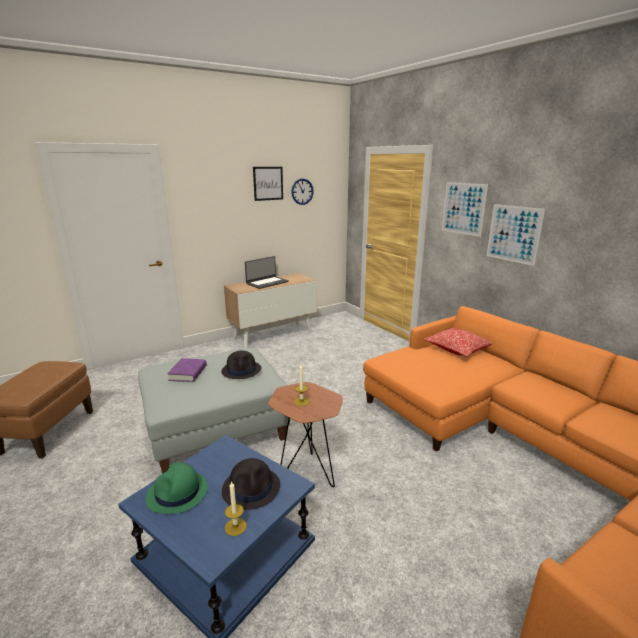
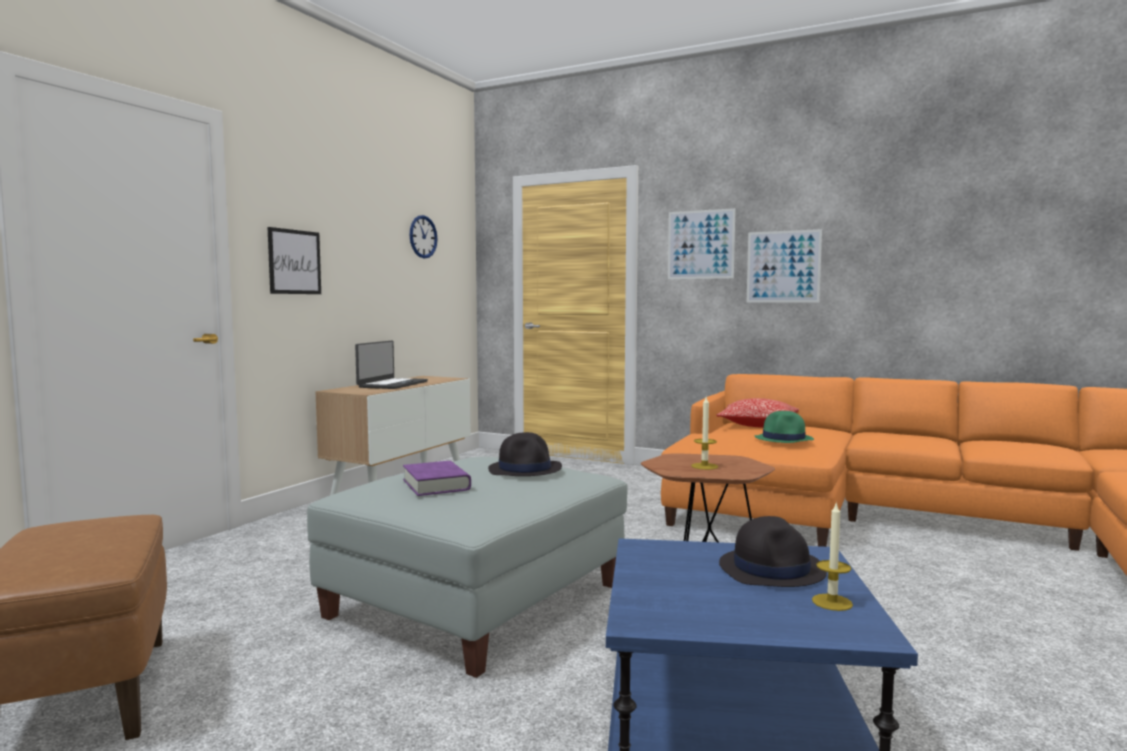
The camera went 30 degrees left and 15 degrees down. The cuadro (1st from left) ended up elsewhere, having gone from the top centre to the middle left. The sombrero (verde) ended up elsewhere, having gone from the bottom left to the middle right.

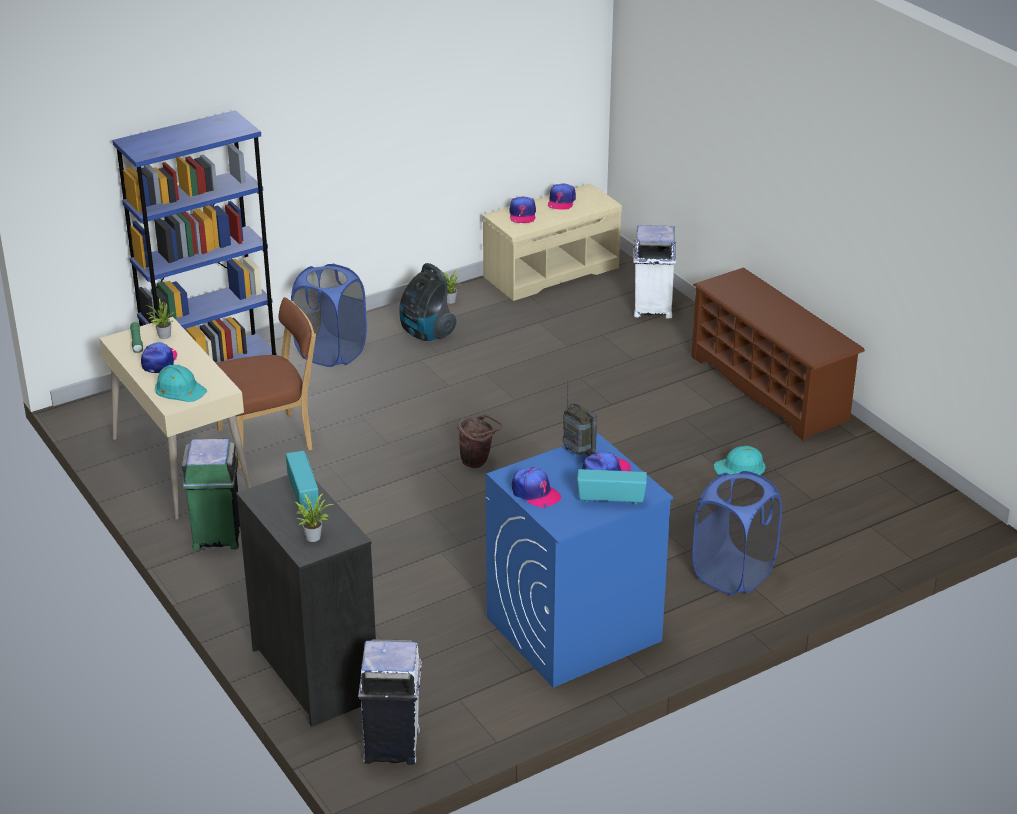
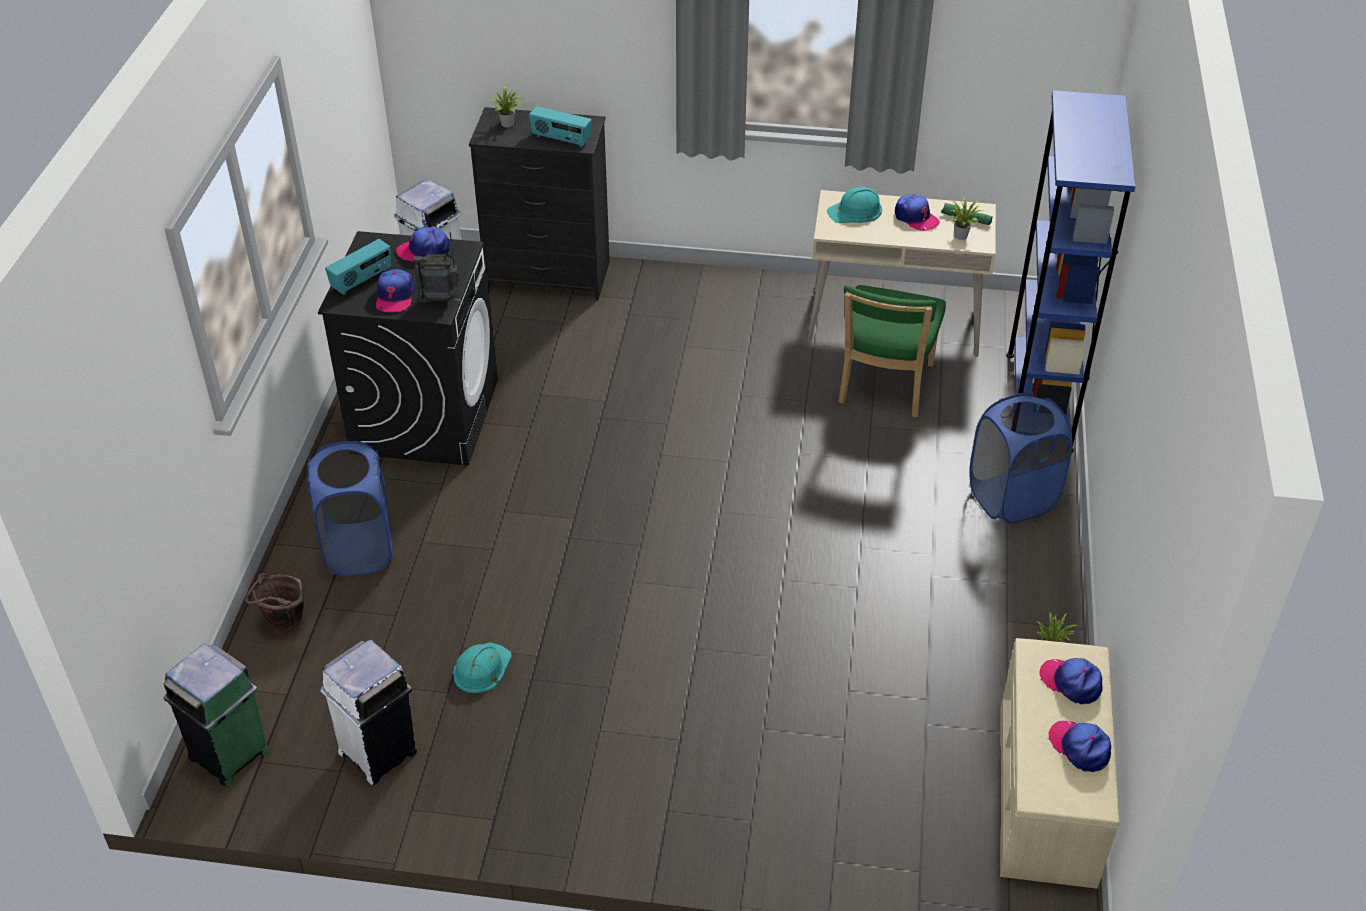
The camera went 130 degrees right and 10 degrees up. The papelera (verde) ended up elsewhere, having gone from the middle left to the bottom left. The cubo (marrón) ended up elsewhere, having gone from the centre to the middle left. What was the lavadora (azul) at the bottom centre turned into the lavadora (negro) at the middle left. The papelera (blanco) (2nd from left in the first image) ended up elsewhere, having gone from the top centre to the bottom left. What was the silla (marrón) at the middle left turned into the silla (verde) at the centre. The second view lost the aspiradora at the centre. The second view lost the zapatero (marrón) at the middle right.

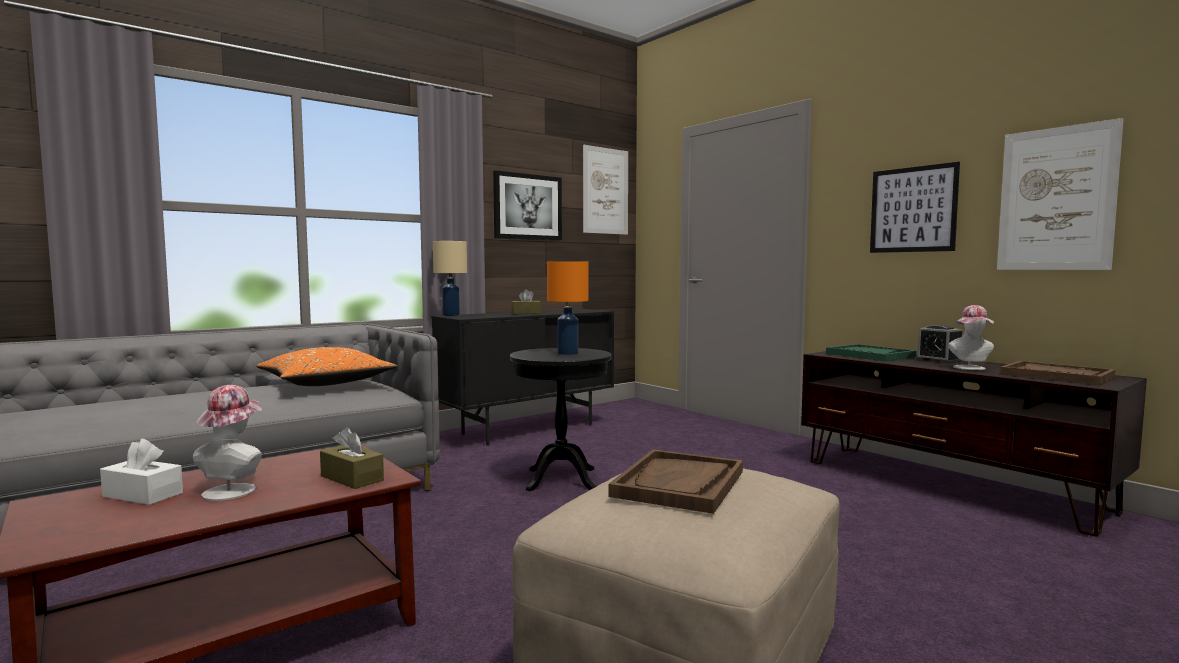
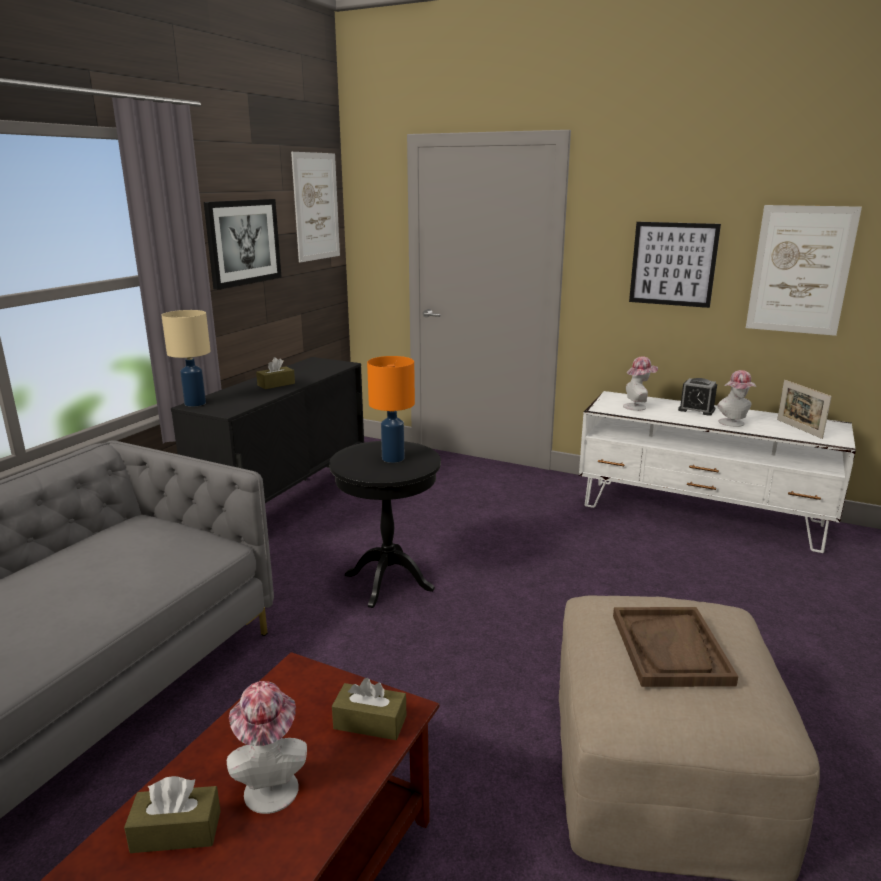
The camera went 25 degrees left and 15 degrees up. What was the caja de pañuelos (blanco) at the bottom left turned into the caja de pañuelos (marrón) (1st from left) at the bottom left. What was the mueble de televisión (marrón) at the bottom right turned into the mueble de televisión (blanco) at the middle right. Where the bandeja (verde) stood at the middle right, the sombrero (2nd from left) came to stand at the middle right. Where the bandeja (marrón) (2nd from left) stood at the middle right, the portarretratos came to stand at the middle right. The second view lost the cojín (naranja) at the middle left.

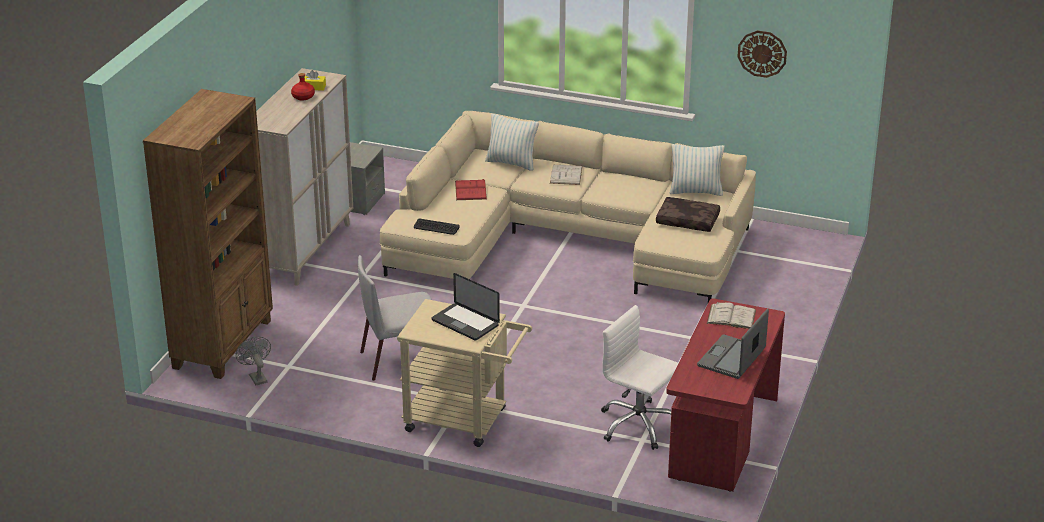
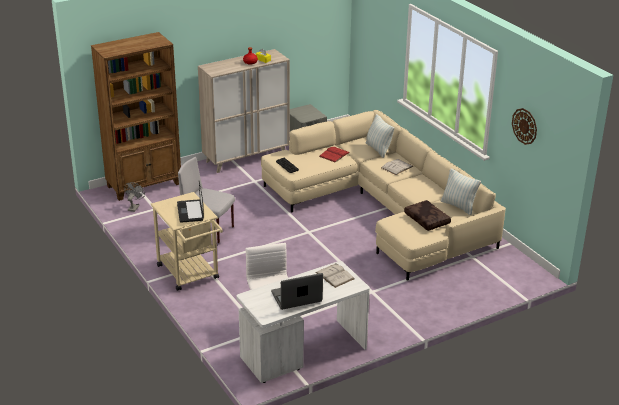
The camera went 40 degrees right and 0 degrees up. What was the escritorio (rojo) at the bottom right turned into the escritorio (blanco) at the bottom centre.

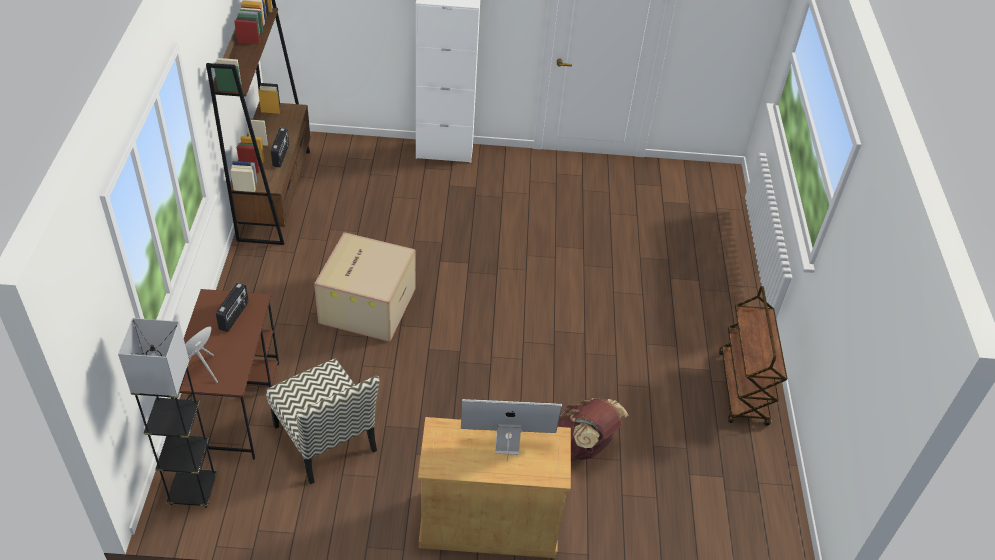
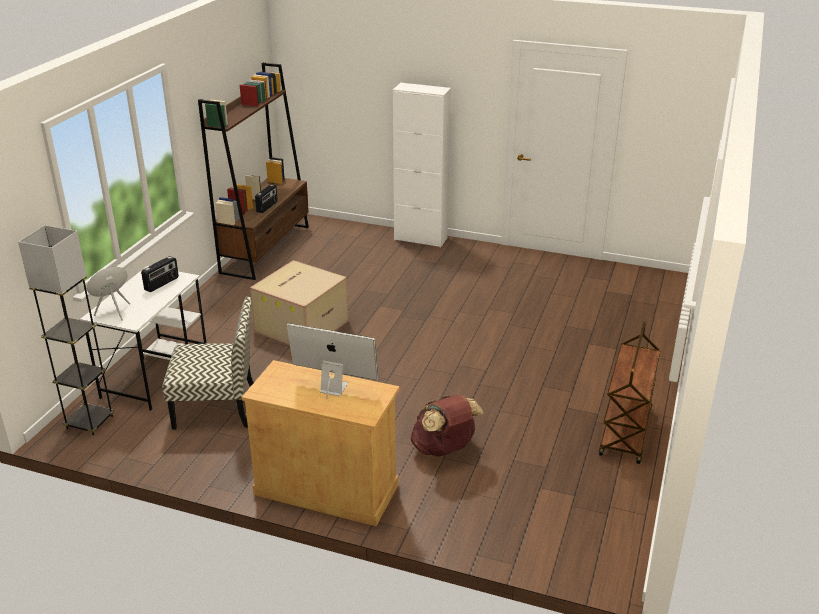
The camera went 20 degrees right and 15 degrees down. What was the escritorio (marrón) at the bottom left turned into the escritorio (blanco) at the middle left. The silla at the bottom left ended up facing another way, 75 degrees counterclockwise from before.

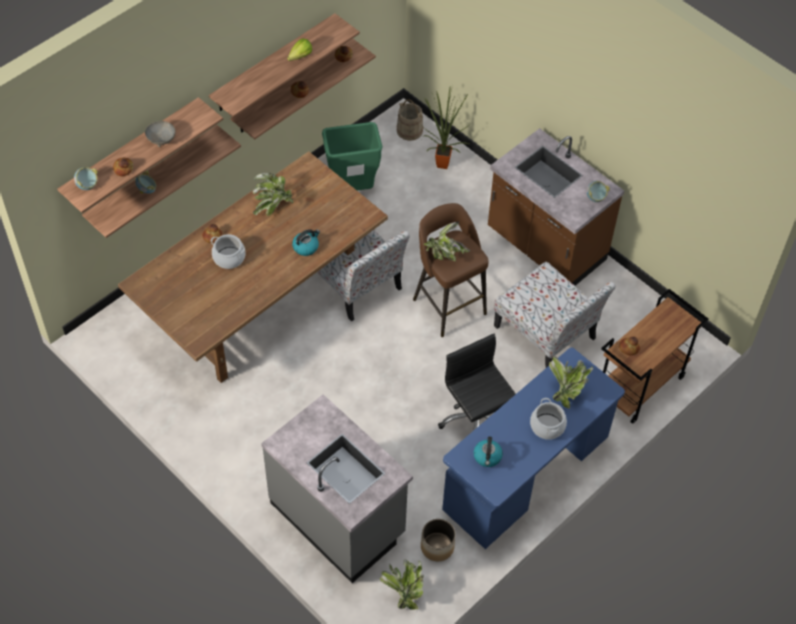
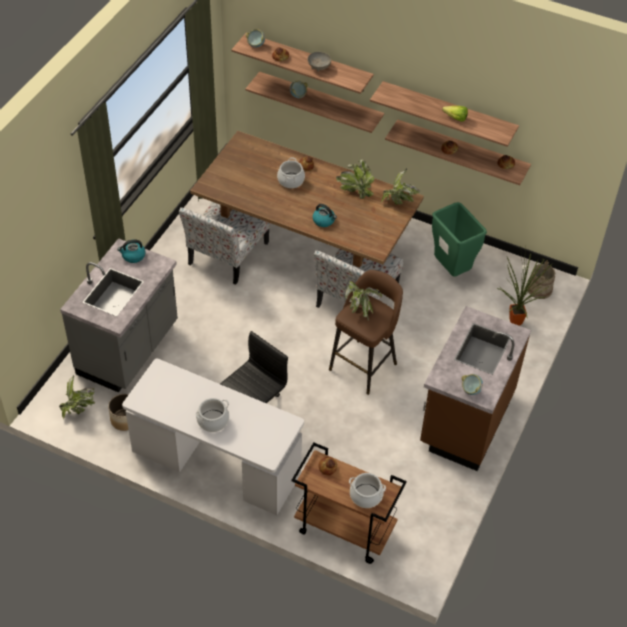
The camera went 70 degrees right and 5 degrees down. The hervidor (2nd from left in the first image) ended up elsewhere, having gone from the bottom centre to the middle left. What was the escritorio (azul) at the bottom right turned into the escritorio (blanco) at the bottom centre. The silla (2nd from left in the first image) ended up elsewhere, having gone from the middle right to the centre. The second view gained the olla (3rd from left) at the bottom centre. The planta en maceta (5th from left in the first image) ended up elsewhere, having gone from the middle right to the top centre.

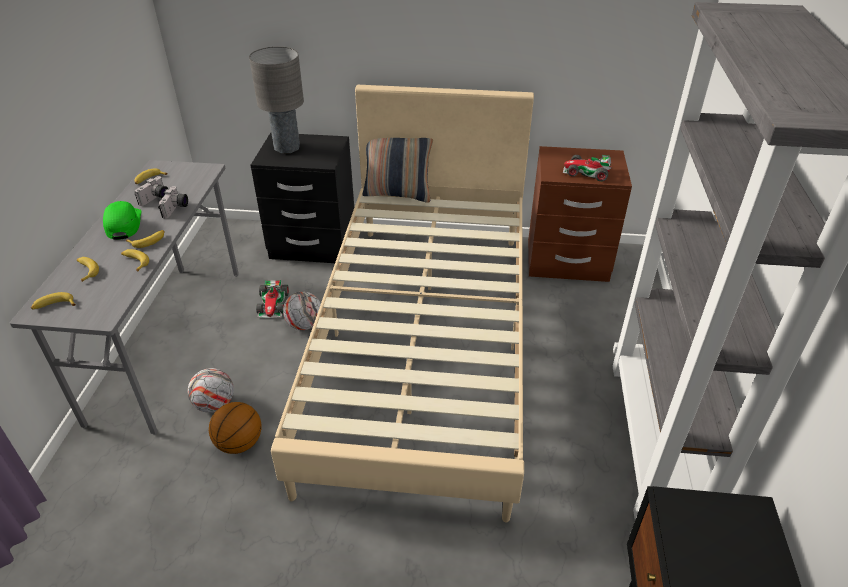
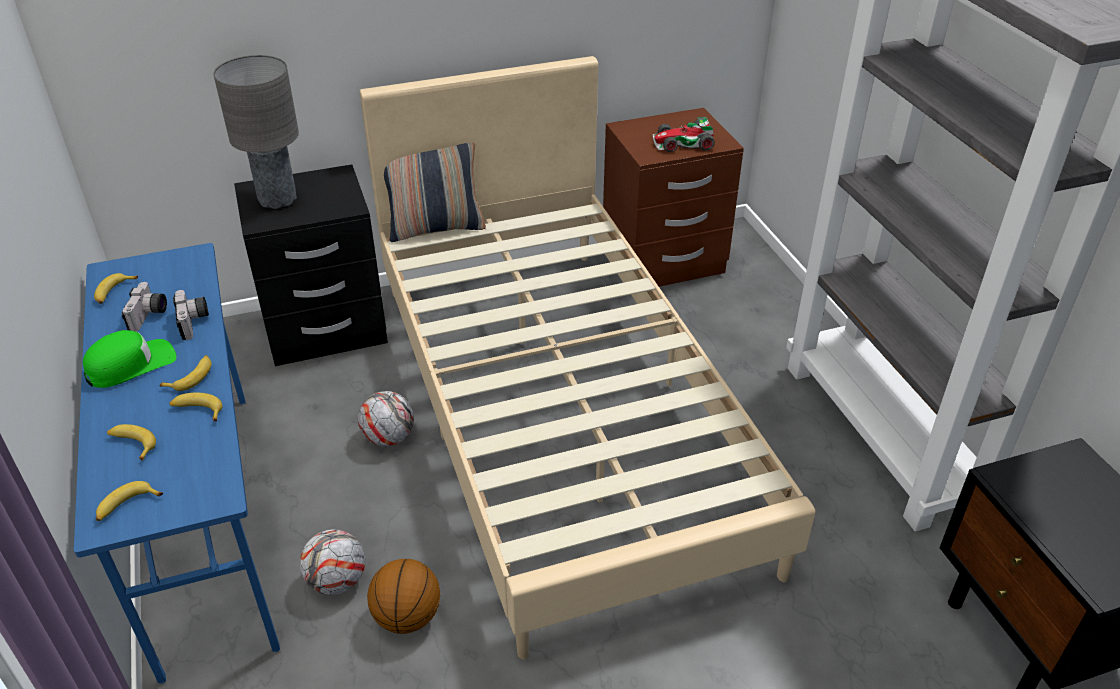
The camera went 25 degrees left and 0 degrees up. What was the escritorio (gris) at the middle left turned into the escritorio (azul) at the bottom left. The gorra (verde) at the middle left ended up facing another way, 90 degrees clockwise from before. The second view lost the coche de juguete (1st from left) at the middle left.

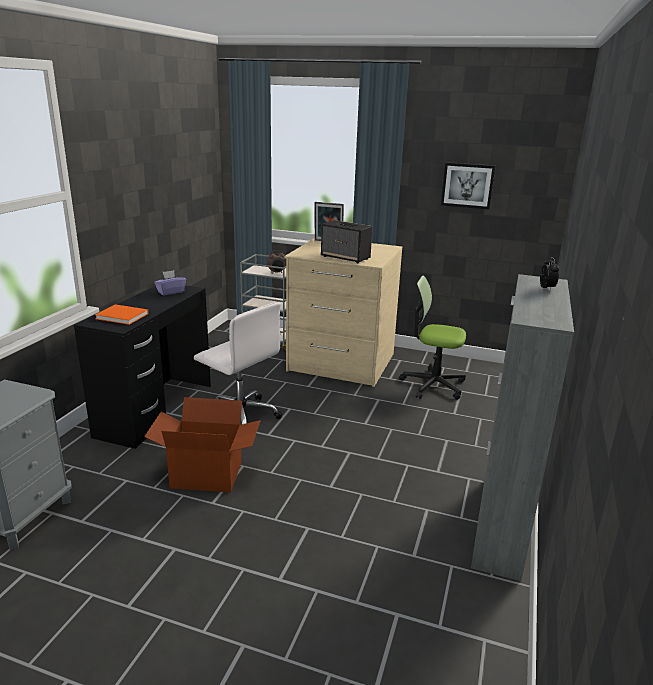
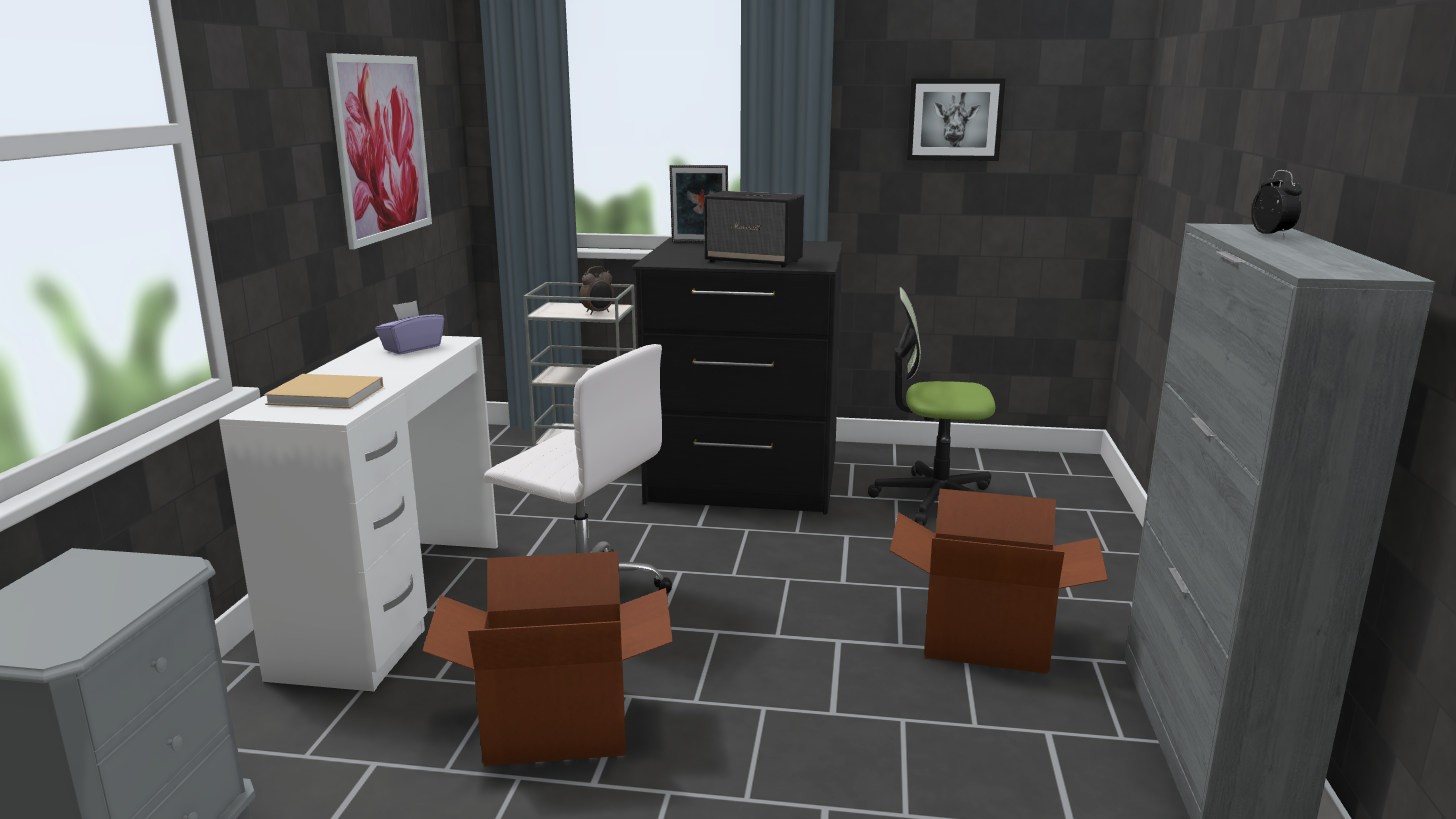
The camera went 10 degrees left and 5 degrees down. What was the escritorio (negro) at the middle left turned into the escritorio (blanco) at the middle left. What was the libro (naranja) at the middle left turned into the libro (beis) at the middle left. The second view gained the cuadro (1st from left) at the top left. What was the cómoda (beis) at the centre turned into the cómoda (negro) at the centre. The second view gained the caja de cartón (2nd from left) at the bottom right.

